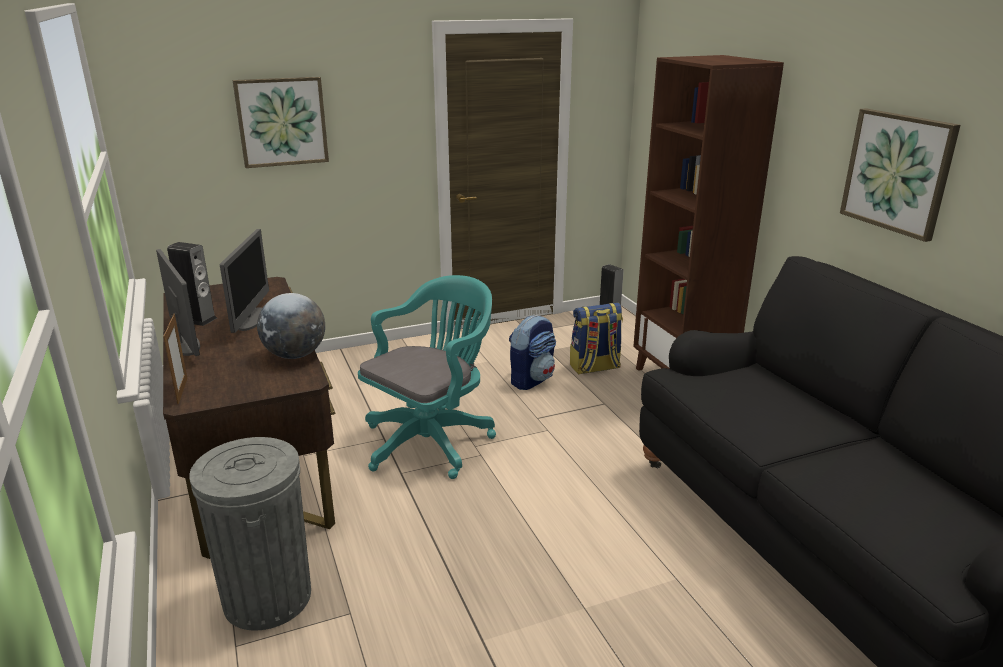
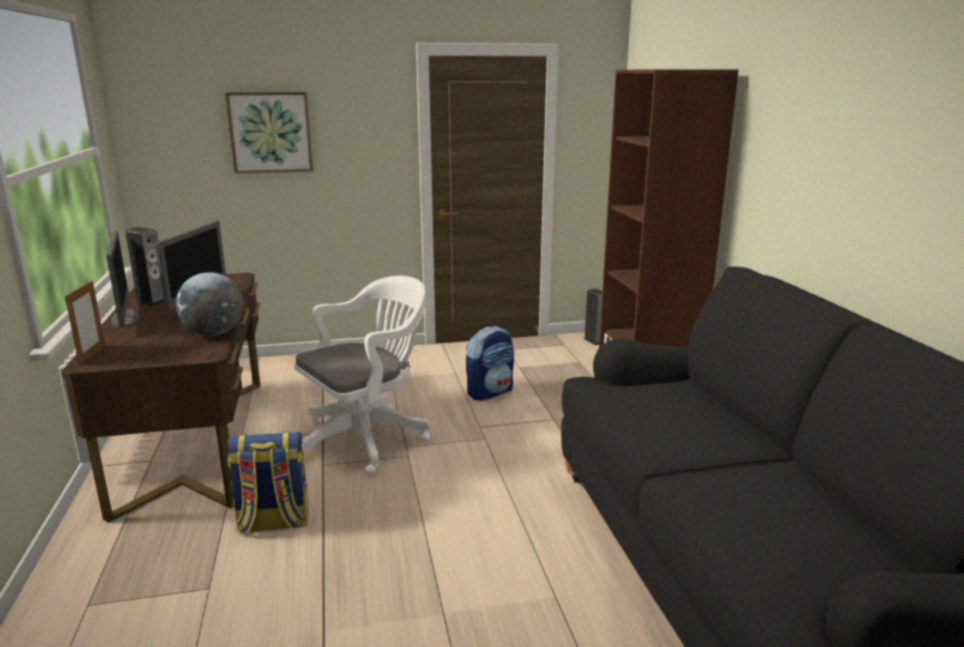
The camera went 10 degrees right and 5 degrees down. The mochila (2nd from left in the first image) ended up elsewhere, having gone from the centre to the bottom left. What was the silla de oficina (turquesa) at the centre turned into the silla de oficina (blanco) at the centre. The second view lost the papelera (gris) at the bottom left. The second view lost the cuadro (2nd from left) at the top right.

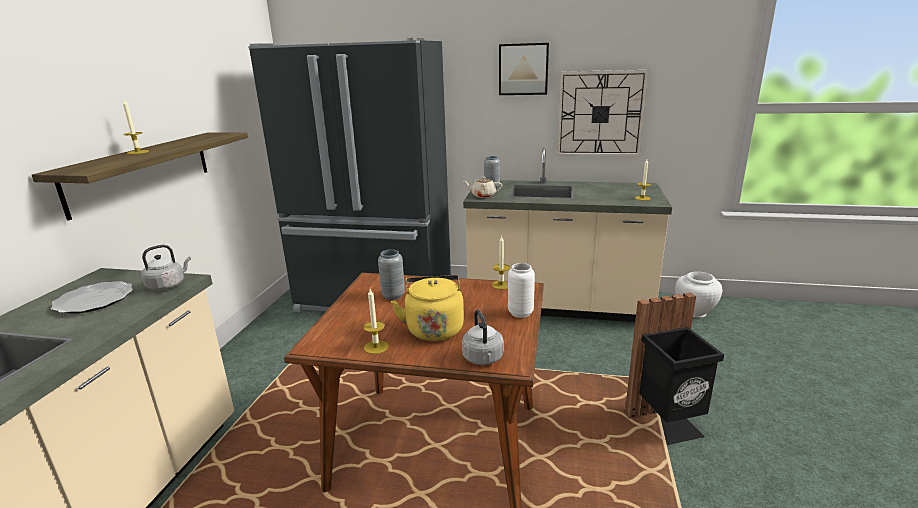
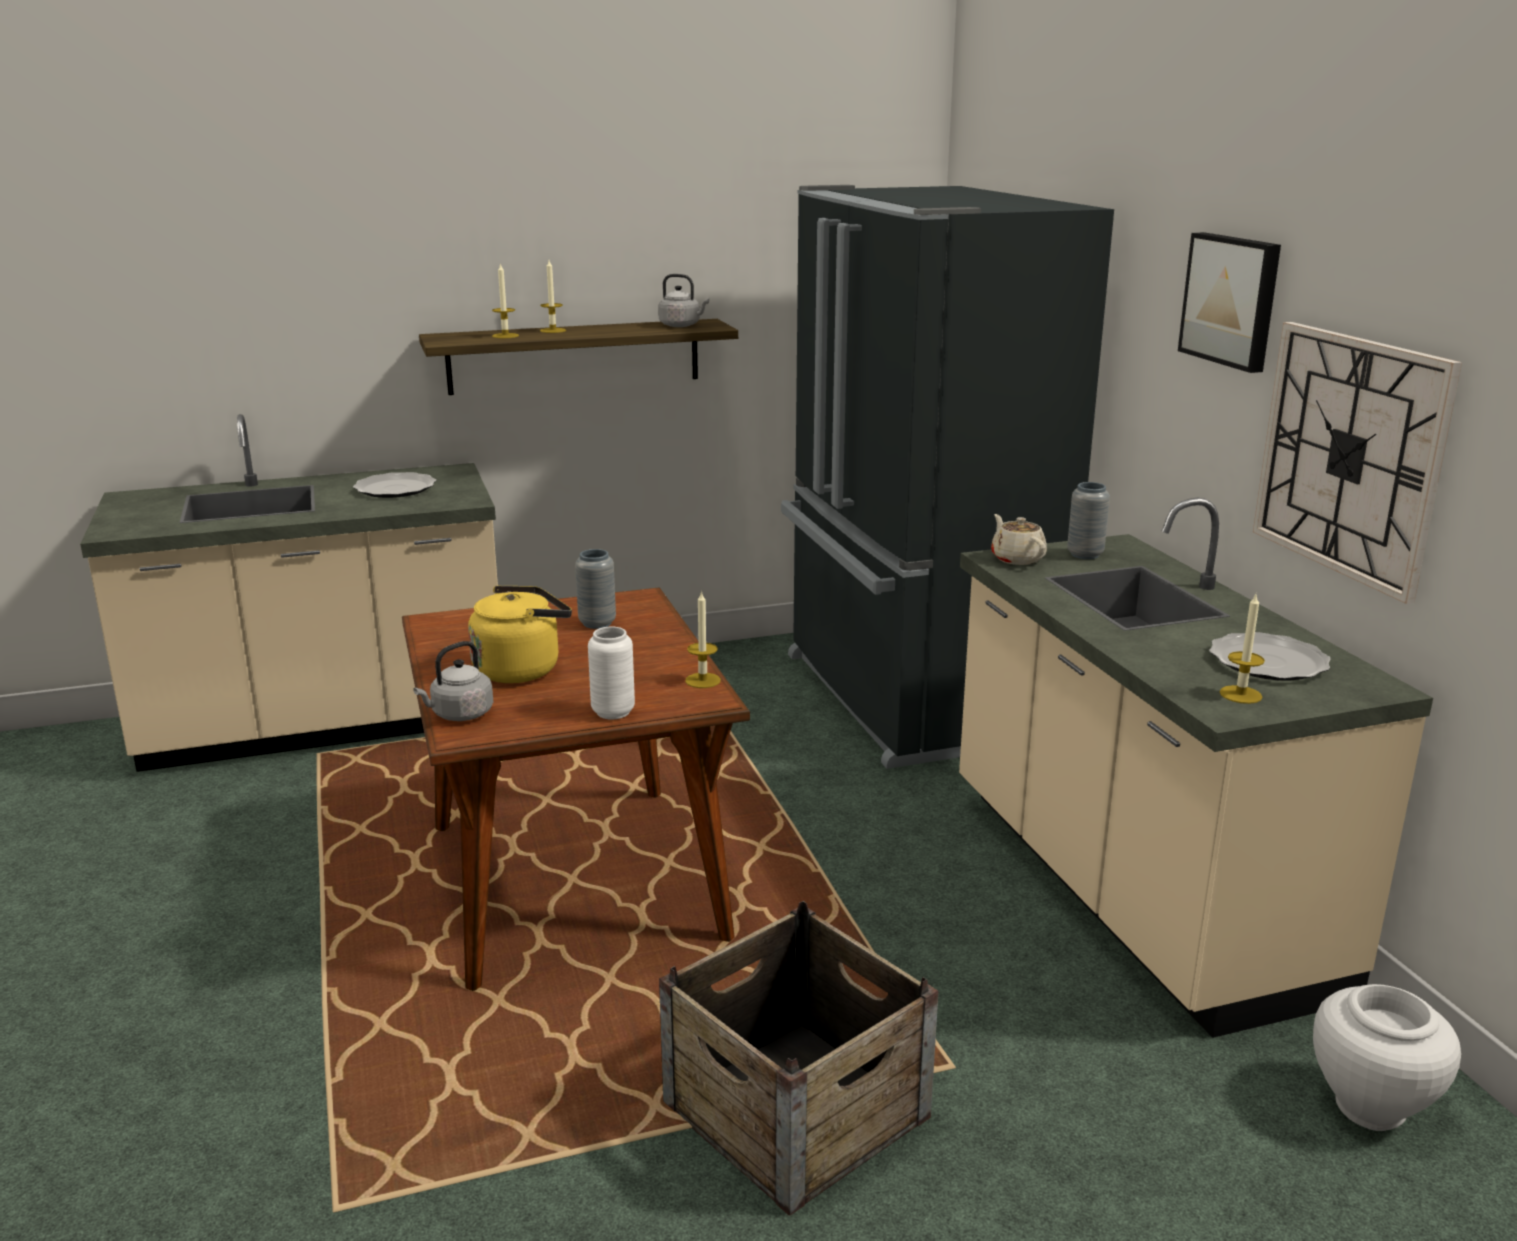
The camera went 60 degrees right and 0 degrees up. The vela (2nd from left in the first image) ended up elsewhere, having gone from the centre to the top left. The hervidor (gris) (1st from left in the first image) ended up elsewhere, having gone from the middle left to the top centre. Where the papelera (negro) stood at the bottom right, the caja de embalaje came to stand at the bottom centre. The second view gained the plato (2nd from left) at the middle right.

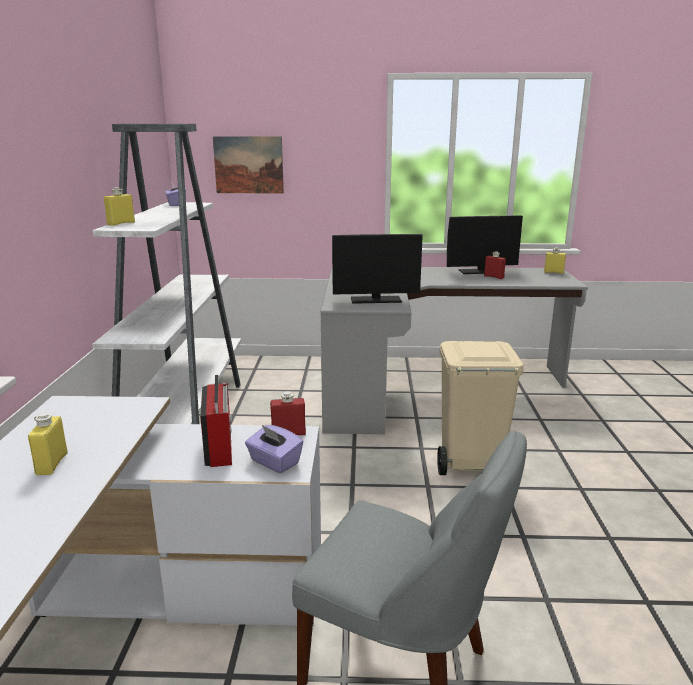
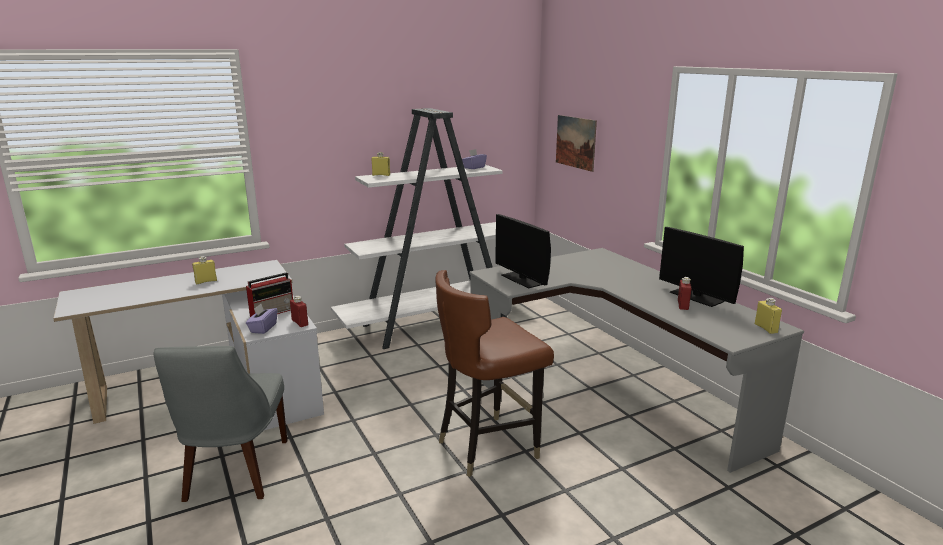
The camera went 60 degrees right and 0 degrees up. Where the papelera (beis) stood at the middle right, the silla (marrón) came to stand at the bottom centre.

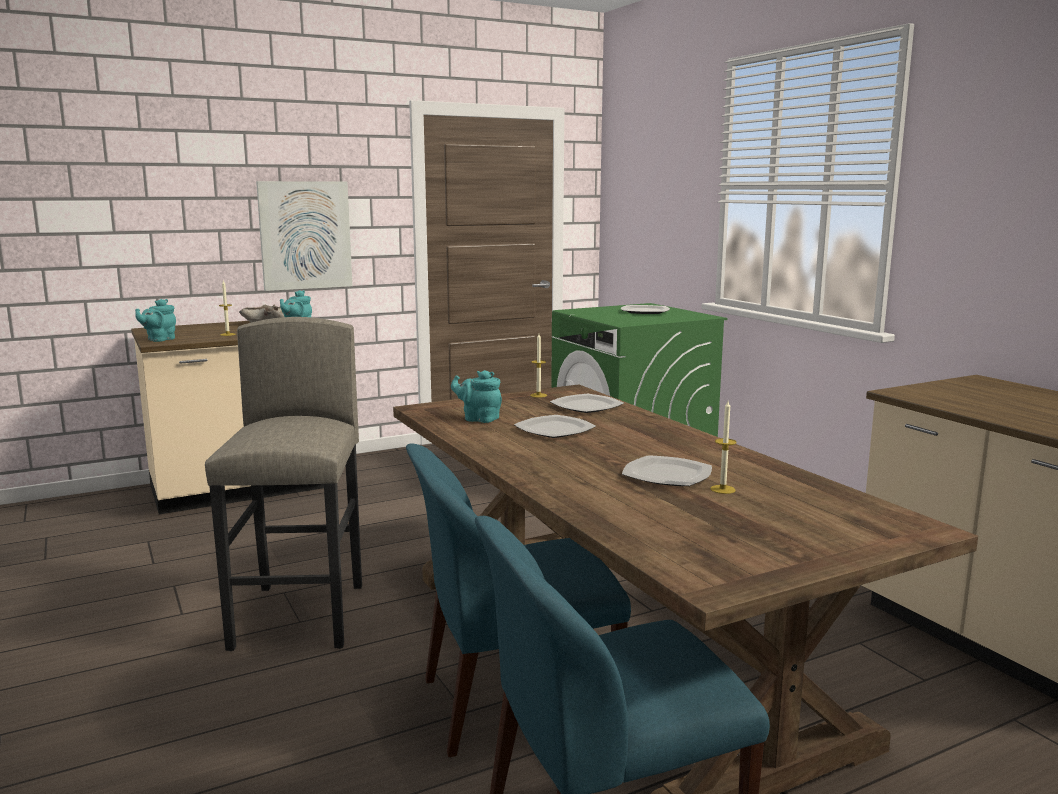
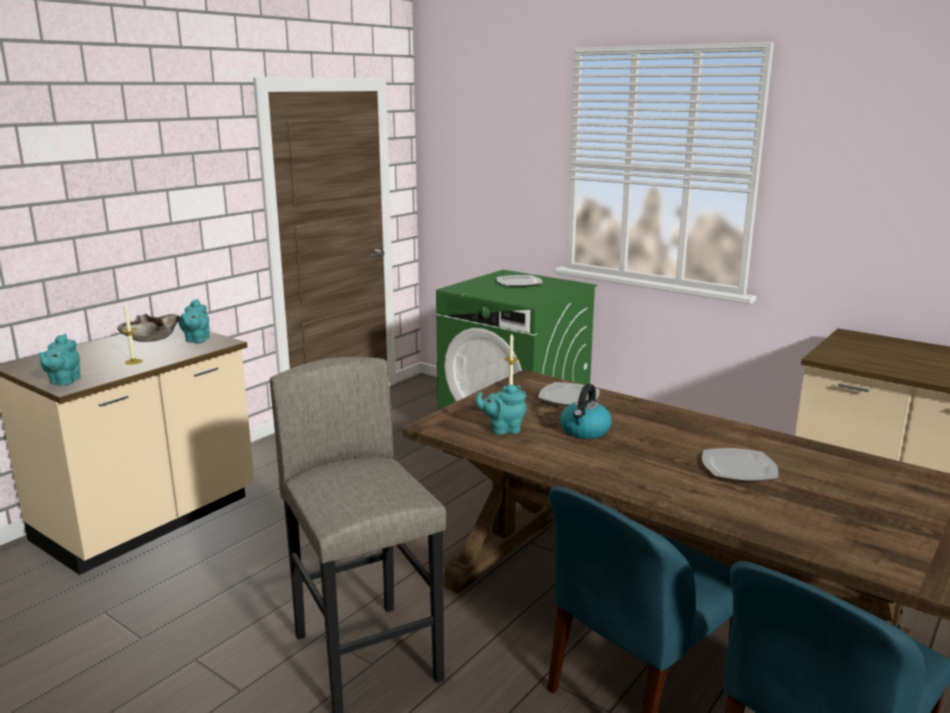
The camera went 25 degrees left and 5 degrees up. Where the plato (1st from left) stood at the centre, the hervidor came to stand at the centre. The second view lost the cuadro at the top left. The second view lost the vela (3rd from left) at the middle right.

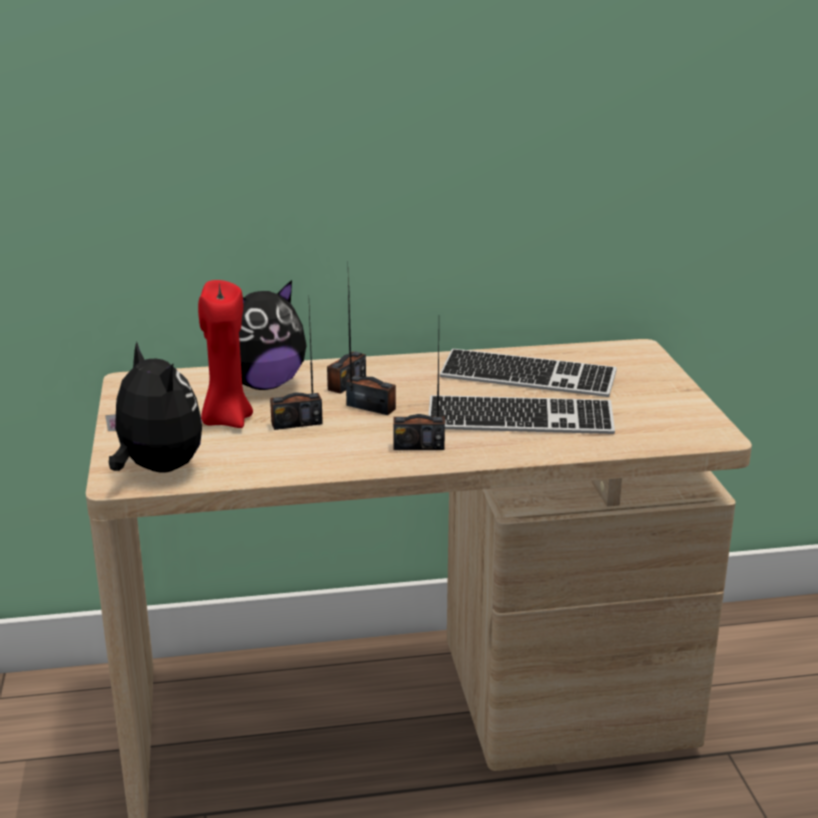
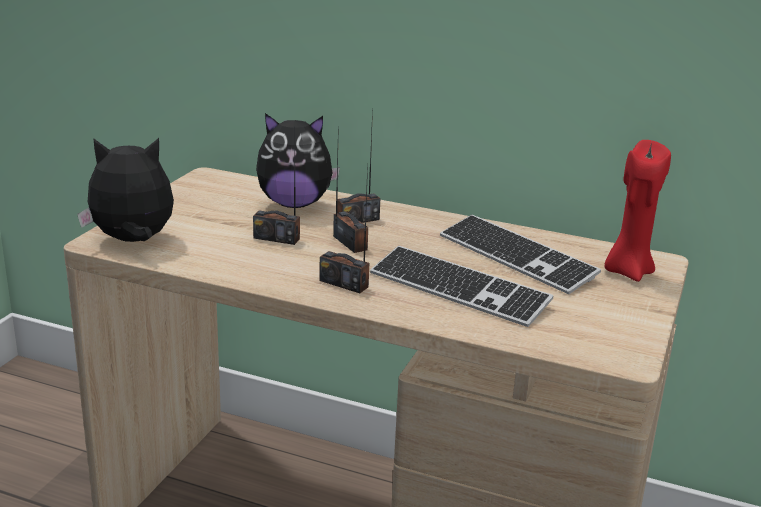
The camera went 30 degrees right and 0 degrees up. The peluche (1st from left) at the middle left ended up facing another way, 90 degrees counterclockwise from before. The vela (rojo) ended up elsewhere, having gone from the middle left to the middle right.

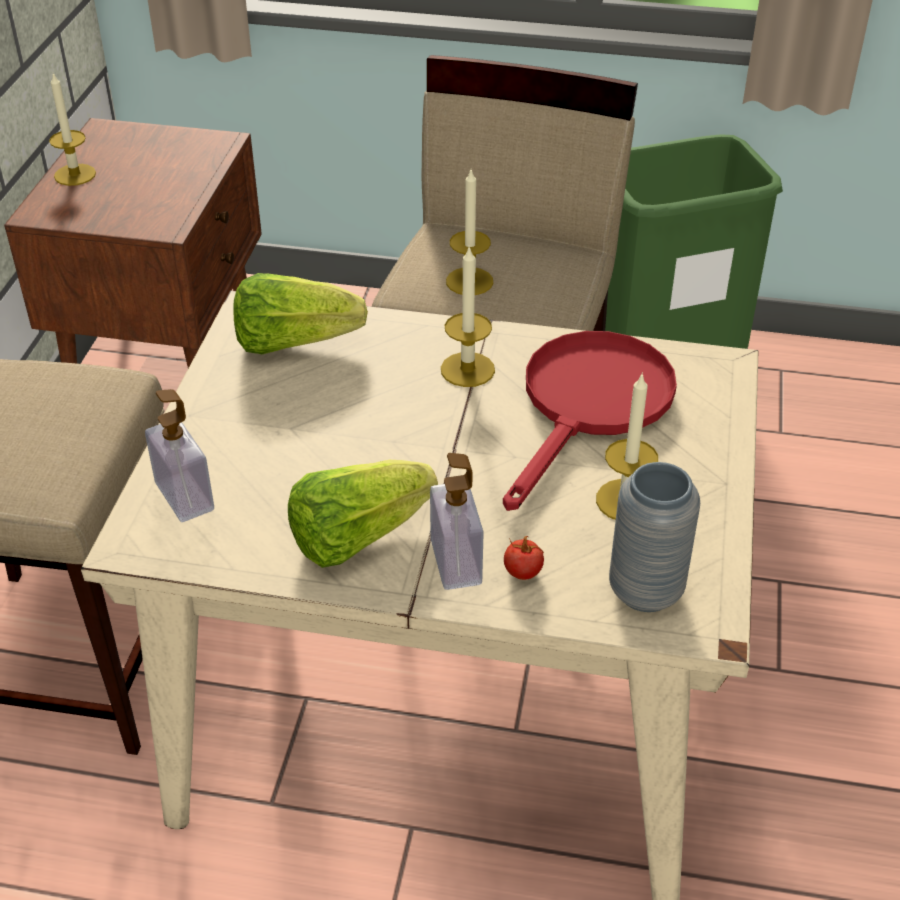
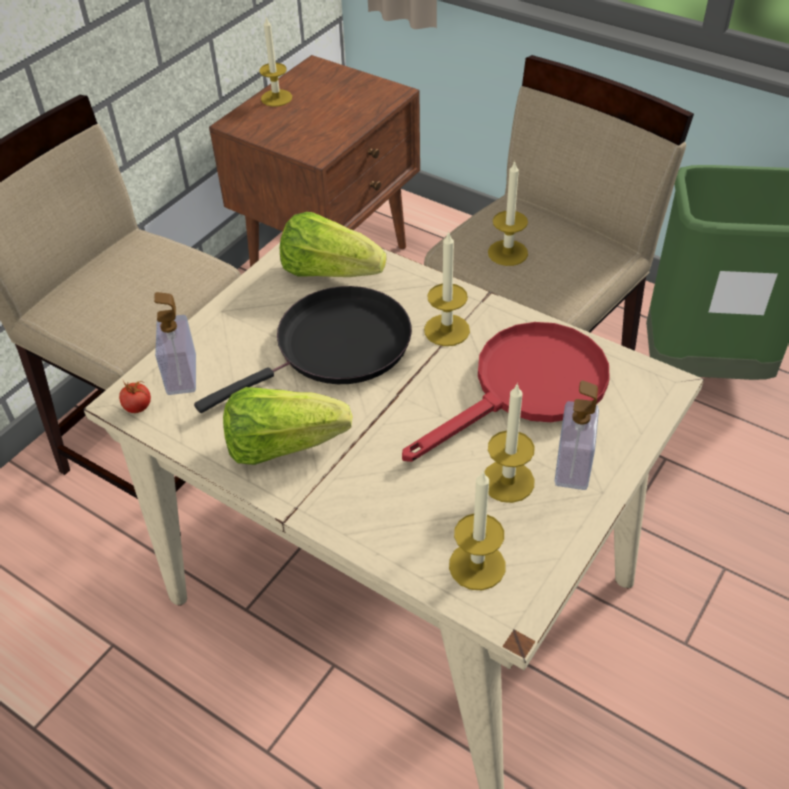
The camera went 25 degrees right and 5 degrees up. The tomate ended up elsewhere, having gone from the centre to the middle left. The second view gained the sartén (negro) at the centre. Where the florero (gris) stood at the middle right, the vela (3rd from left) came to stand at the bottom centre. The dispensador de jabón (2nd from left) ended up elsewhere, having gone from the centre to the middle right.

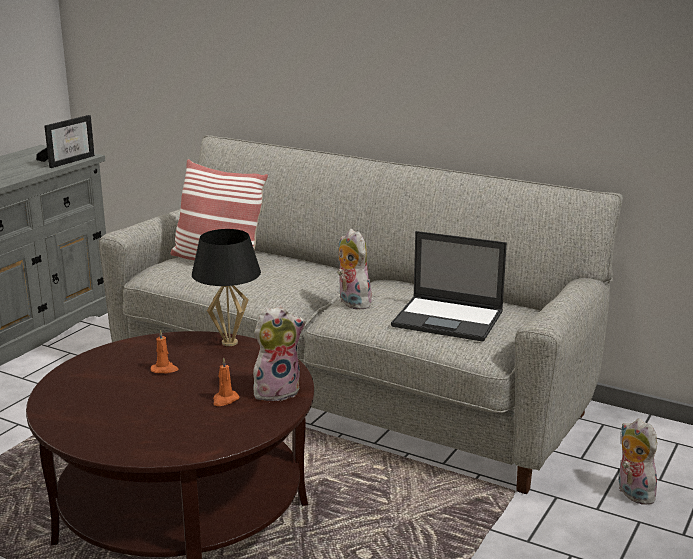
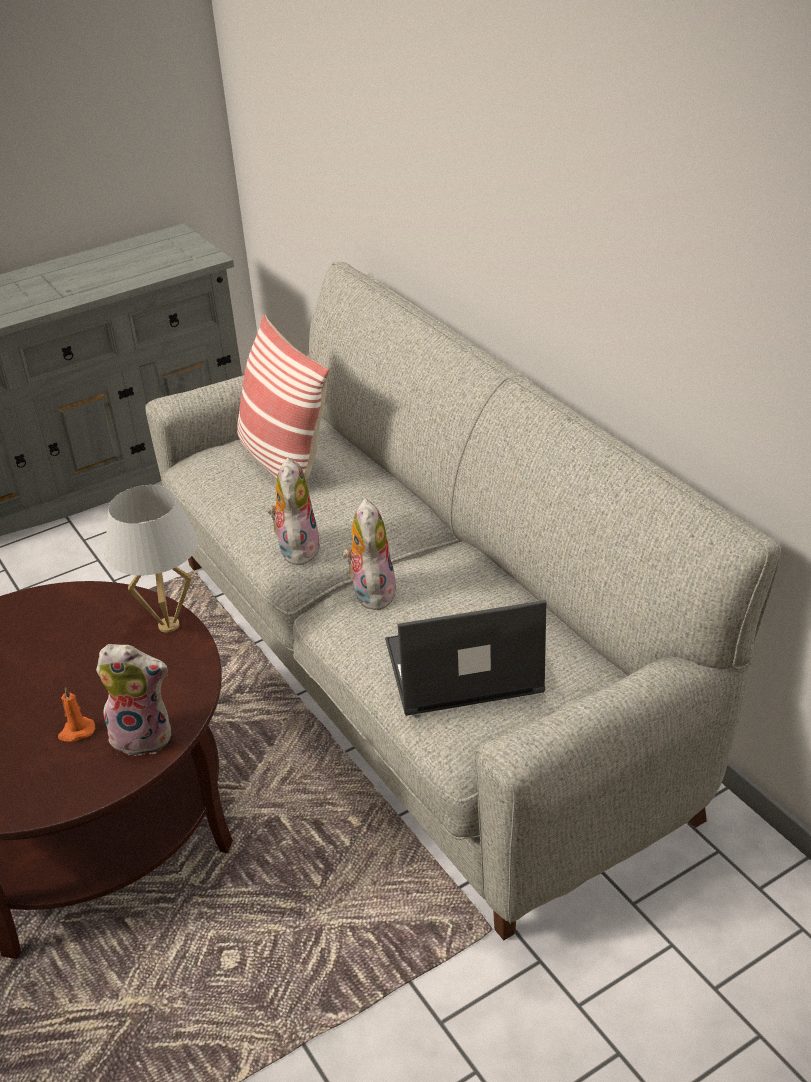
The camera went 30 degrees right and 15 degrees up. What was the lámpara de mesa (negro) at the middle left turned into the lámpara de mesa (blanco) at the middle left. The peluche (3rd from left in the first image) ended up elsewhere, having gone from the bottom right to the centre. The portátil at the centre ended up facing another way, 120 degrees clockwise from before. The second view lost the portarretratos at the top left. The second view lost the vela (naranja) (1st from left) at the middle left.

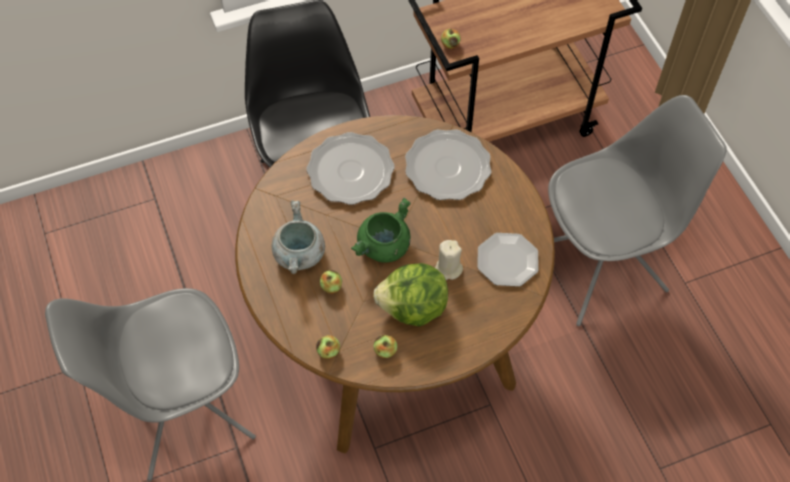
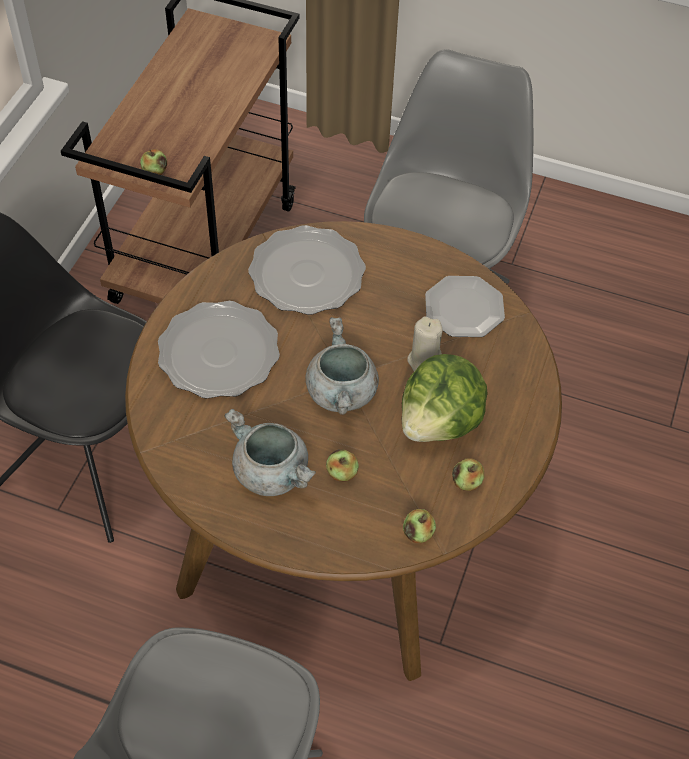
The camera went 50 degrees left and 5 degrees down. What was the olla (verde) at the centre turned into the olla (gris) (2nd from left) at the centre.

